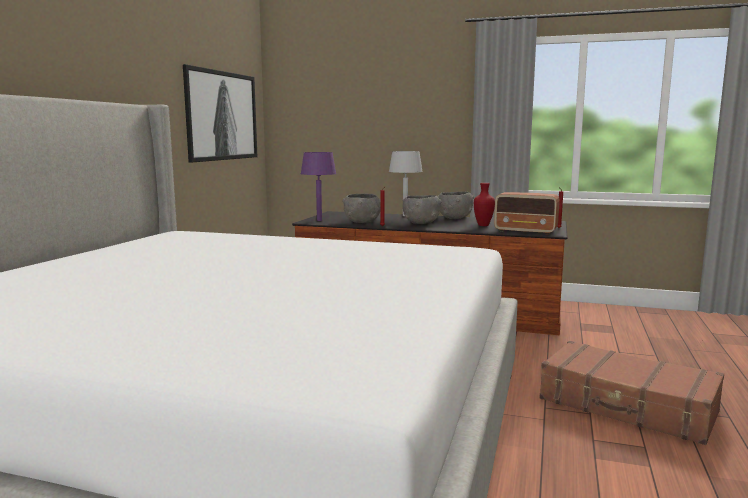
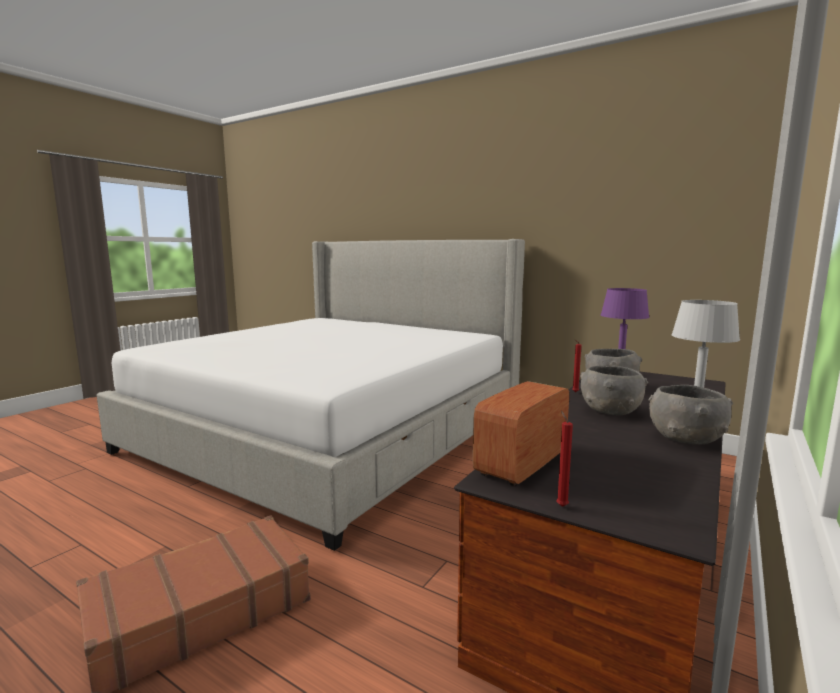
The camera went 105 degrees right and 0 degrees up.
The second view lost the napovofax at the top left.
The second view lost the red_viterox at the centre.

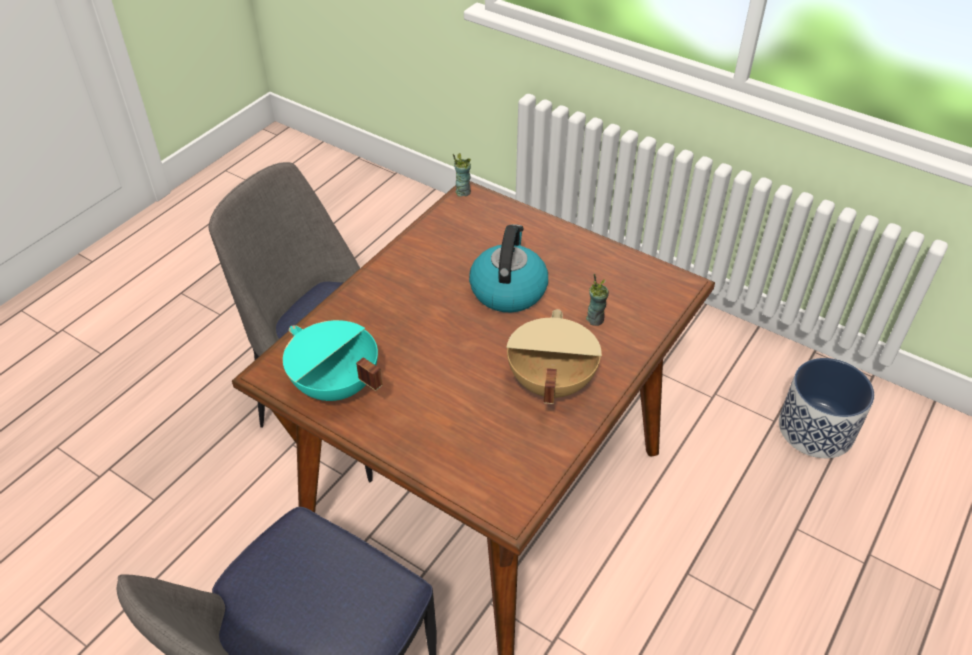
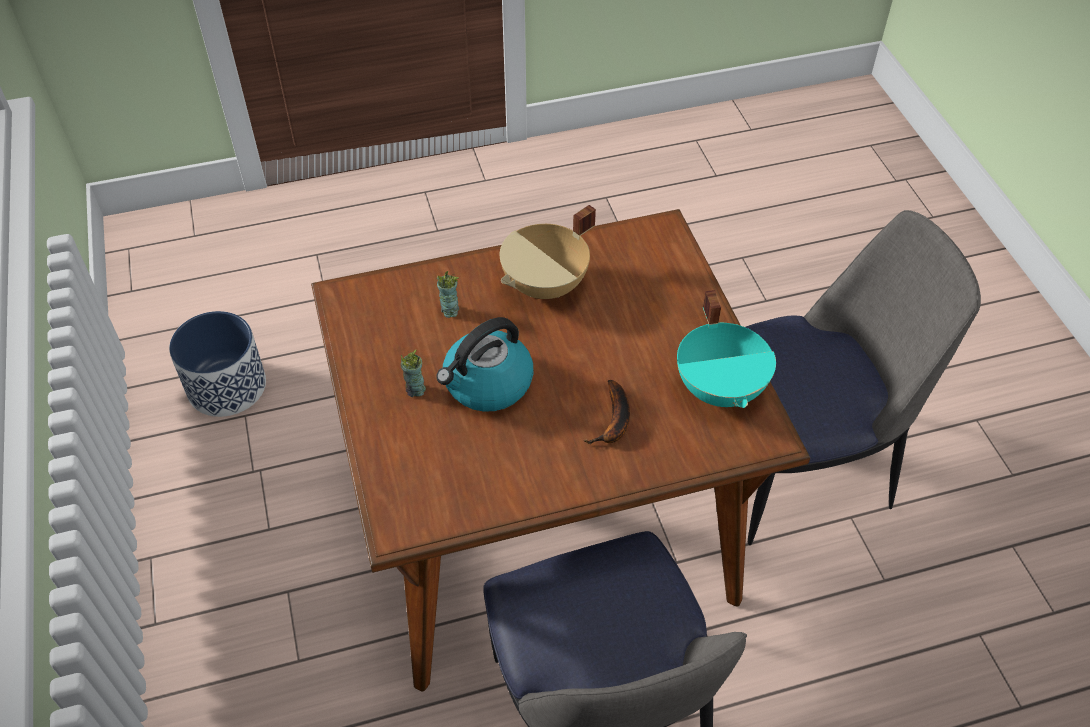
The camera went 140 degrees left and 5 degrees up.
The second view gained the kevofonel at the centre.
The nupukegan (1st from left) ended up elsewhere, having gone from the top centre to the centre.

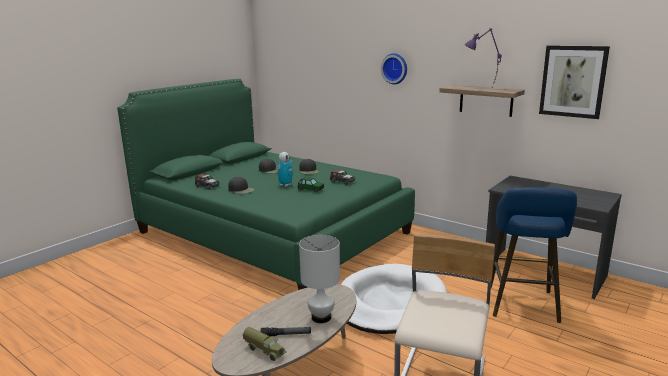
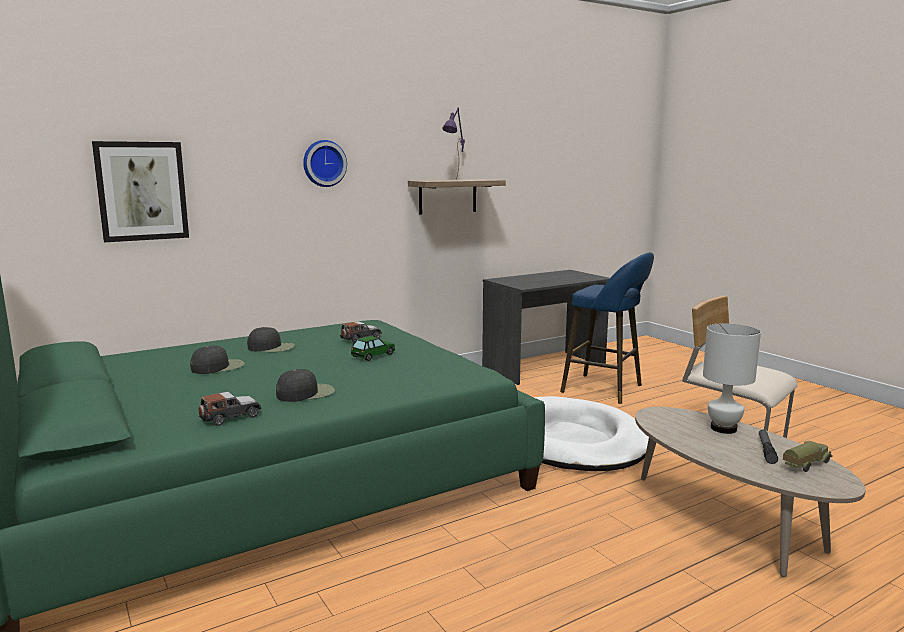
The camera went 70 degrees left and 5 degrees down.
The second view lost the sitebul at the centre.
The napovofax ended up elsewhere, having gone from the top right to the top left.

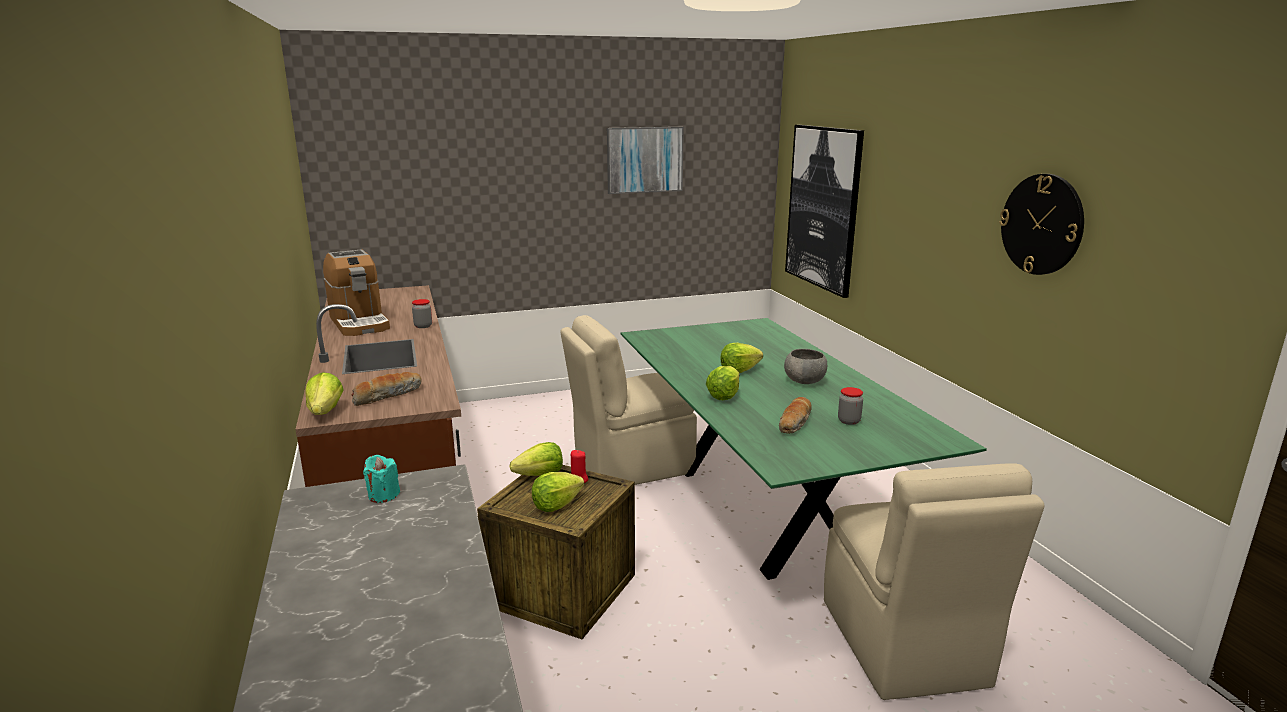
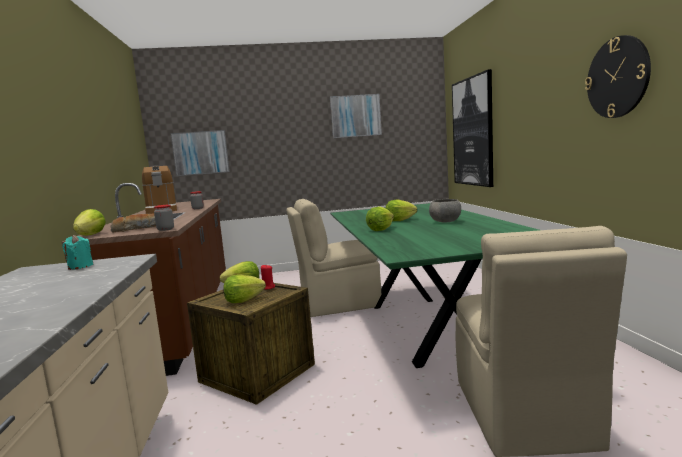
The camera went 10 degrees right and 10 degrees down.
The second view lost the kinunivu (2nd from left) at the centre.
The second view gained the napovofax (1st from left) at the middle left.
The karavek (2nd from left in the first image) ended up elsewhere, having gone from the centre to the middle left.

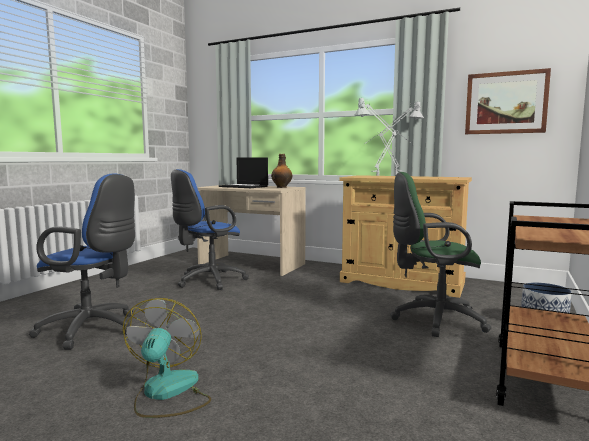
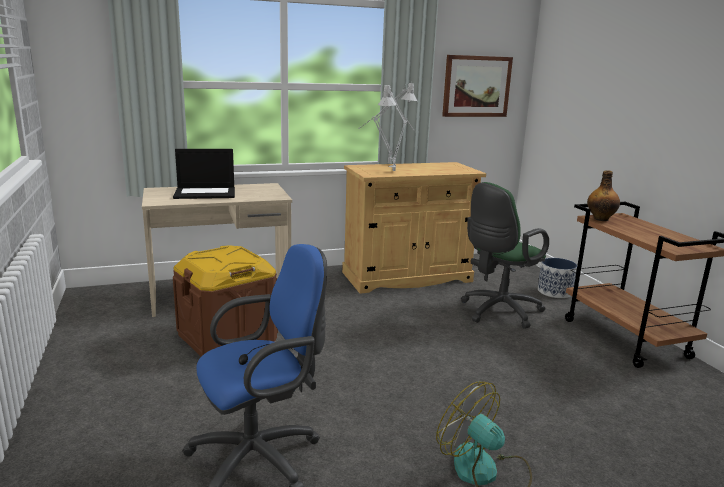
The camera went 45 degrees left and 10 degrees up.
The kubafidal ended up elsewhere, having gone from the centre to the middle right.
Where the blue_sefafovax (2nd from left) stood at the centre, the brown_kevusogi came to stand at the middle left.

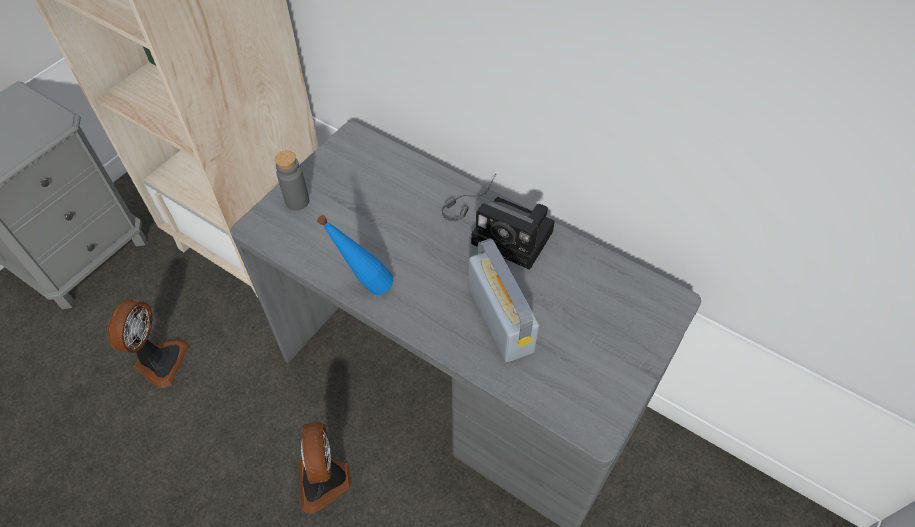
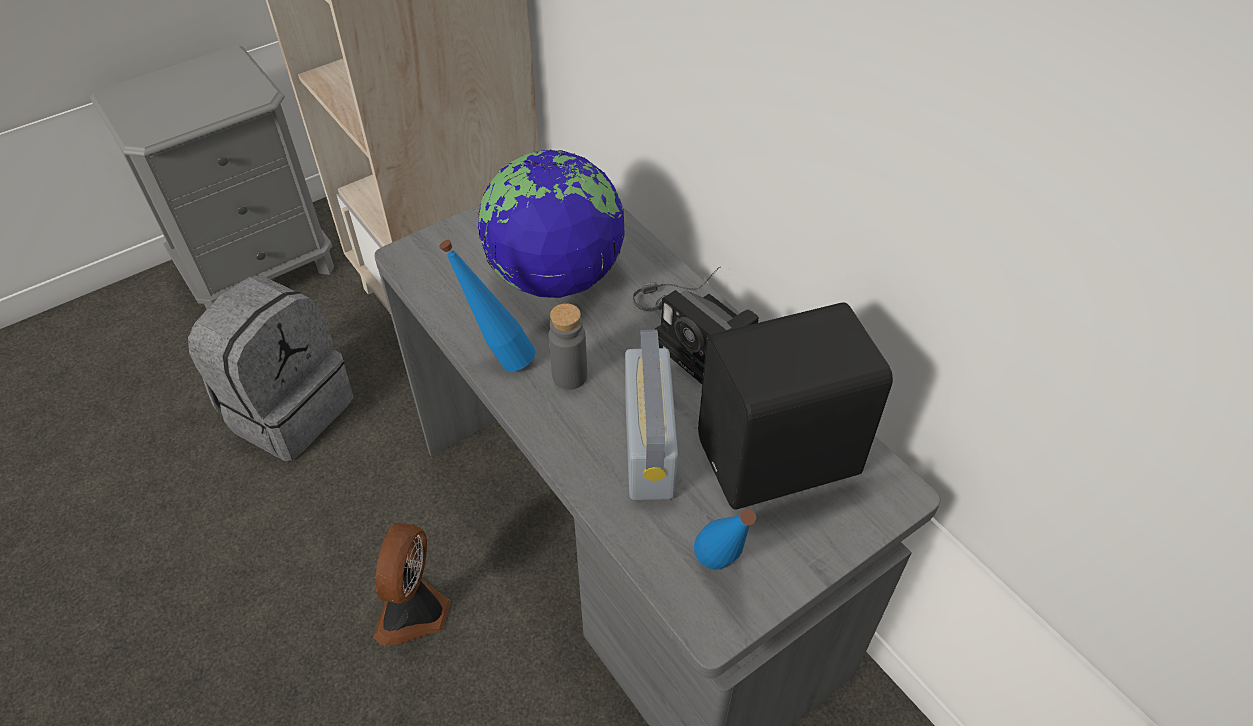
The camera went 20 degrees right and 5 degrees down.
The second view gained the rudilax at the top centre.
The second view gained the blue_kubafidal (2nd from left) at the bottom centre.
The second view gained the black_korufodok at the centre.
The grey_kubafidal ended up elsewhere, having gone from the middle left to the centre.
Where the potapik (1st from left) stood at the middle left, the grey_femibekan came to stand at the middle left.

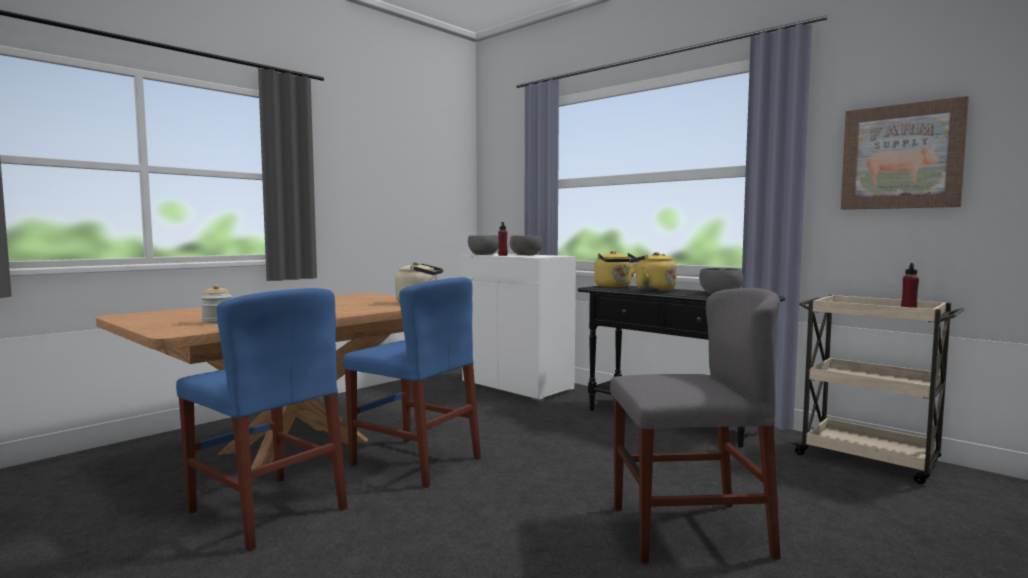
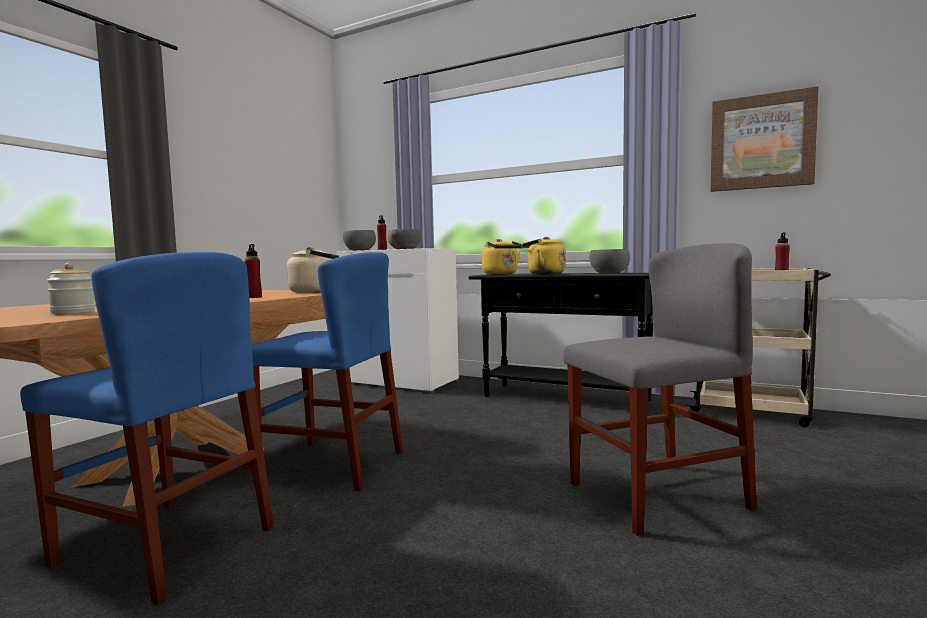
The camera went 15 degrees left and 0 degrees up.
The second view gained the red_kubafidal (1st from left) at the middle left.

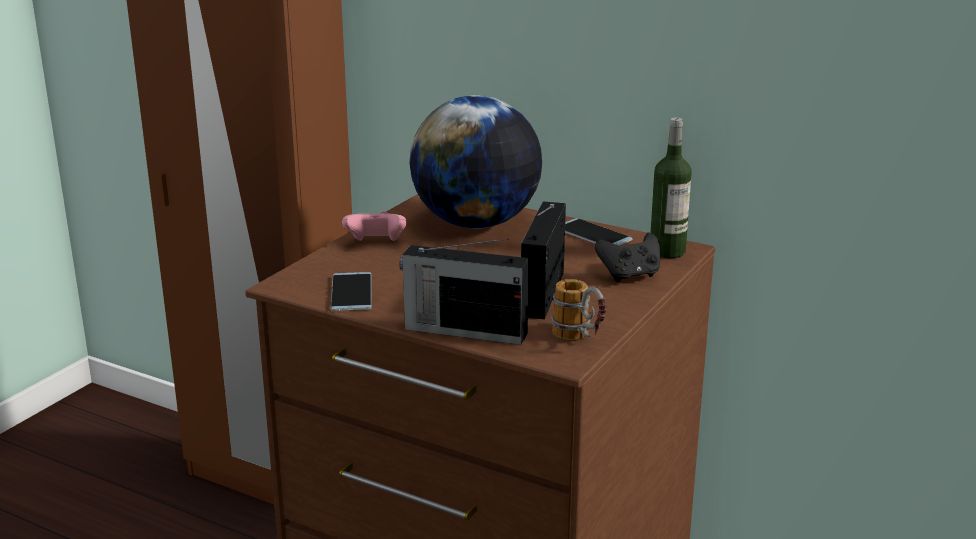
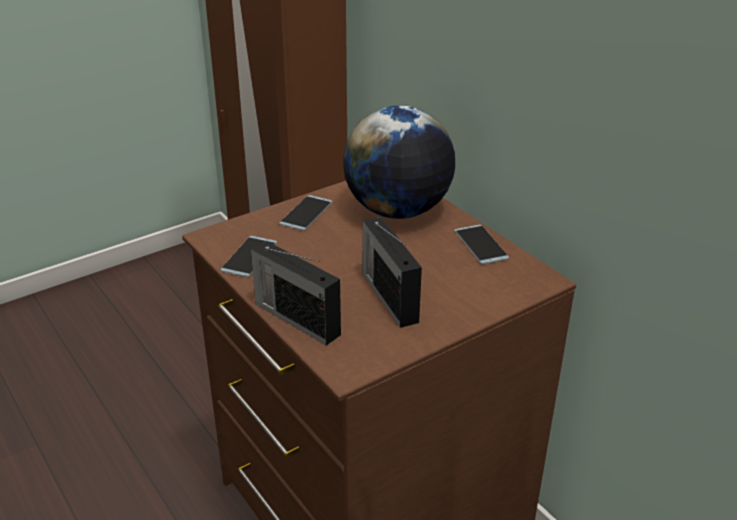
The camera went 25 degrees right and 10 degrees up.
The second view lost the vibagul at the centre.
The second view lost the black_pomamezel at the centre.
The second view lost the kubafidal at the middle right.
Where the pink_pomamezel stood at the centre, the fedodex (2nd from left) came to stand at the centre.
The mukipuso (2nd from left) at the centre ended up facing another way, 60 degrees counterclockwise from before.

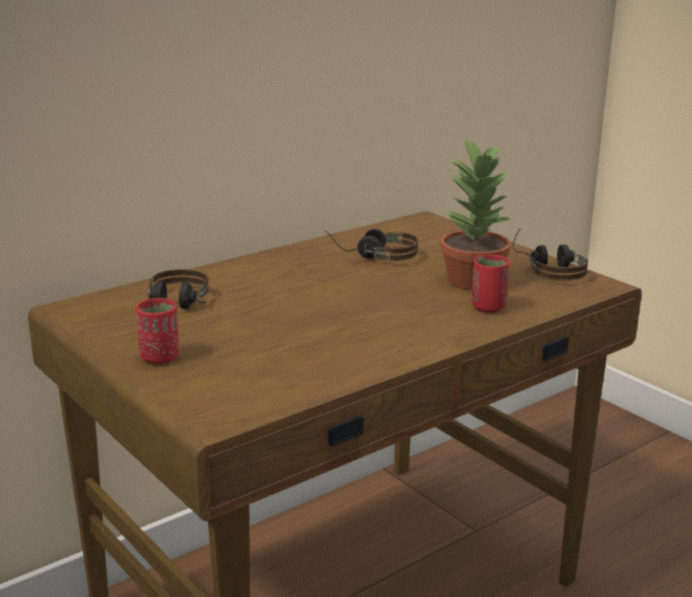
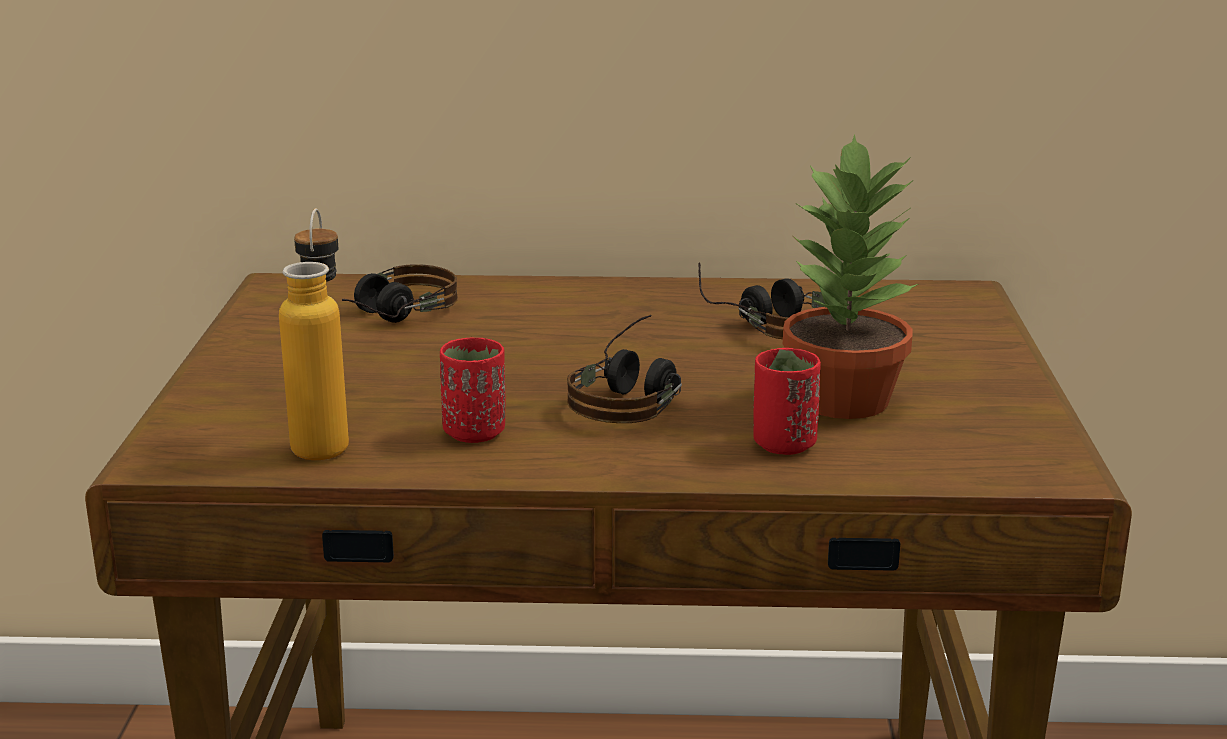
The camera went 40 degrees right and 0 degrees up.
The second view gained the kubafidal at the middle left.
The red_nupukegan (1st from left) ended up elsewhere, having gone from the middle left to the centre.
The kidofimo (3rd from left in the first image) ended up elsewhere, having gone from the middle right to the centre.

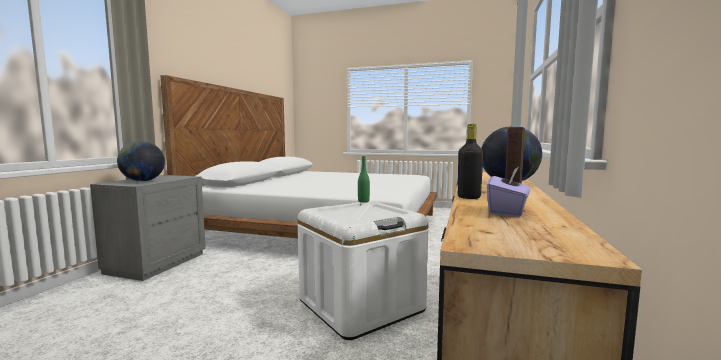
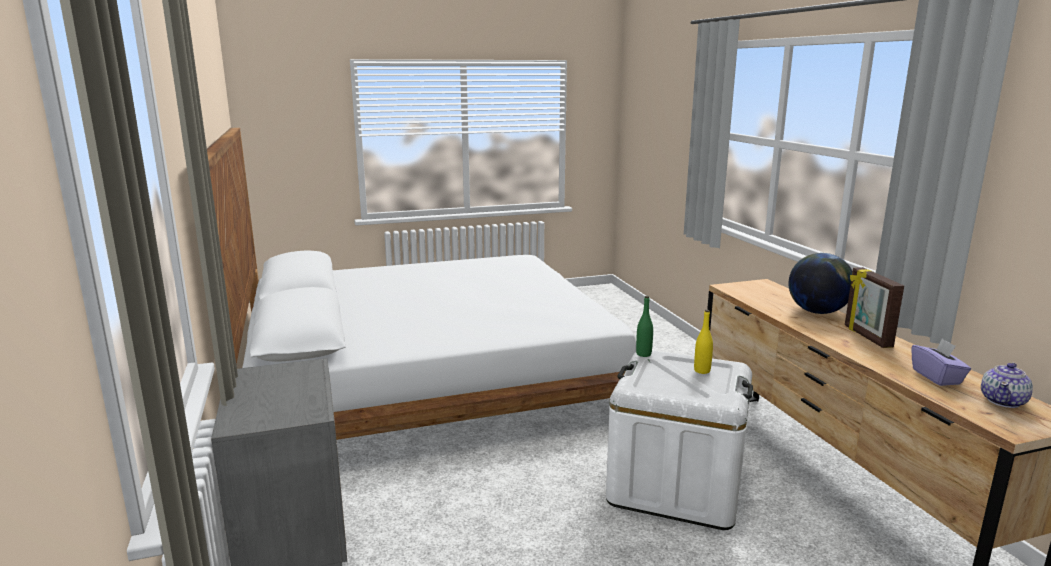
The camera went 35 degrees left and 10 degrees up.
The second view lost the rudilax (1st from left) at the middle left.
The second view lost the black_kubafidal at the centre.
The second view gained the yellow_kubafidal at the middle right.
The second view gained the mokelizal at the bottom right.

